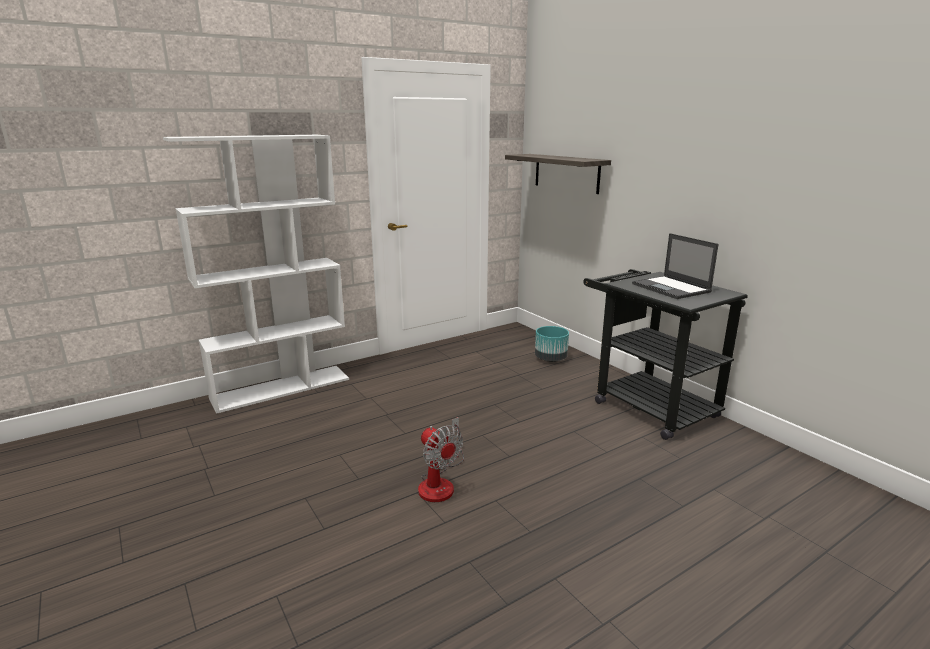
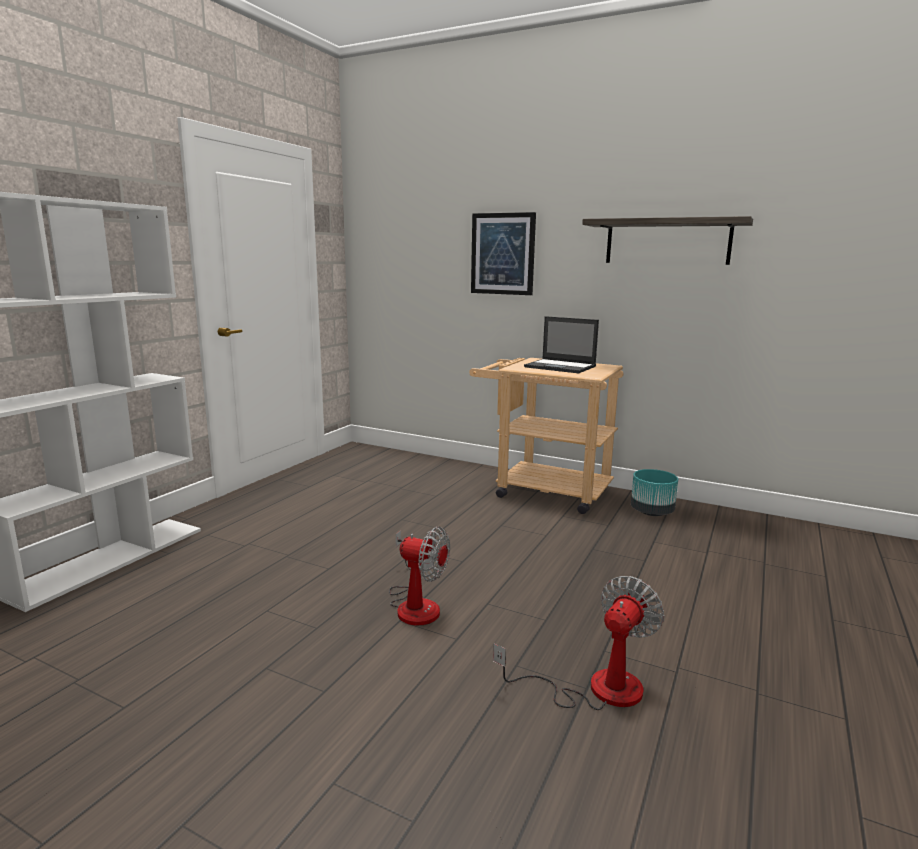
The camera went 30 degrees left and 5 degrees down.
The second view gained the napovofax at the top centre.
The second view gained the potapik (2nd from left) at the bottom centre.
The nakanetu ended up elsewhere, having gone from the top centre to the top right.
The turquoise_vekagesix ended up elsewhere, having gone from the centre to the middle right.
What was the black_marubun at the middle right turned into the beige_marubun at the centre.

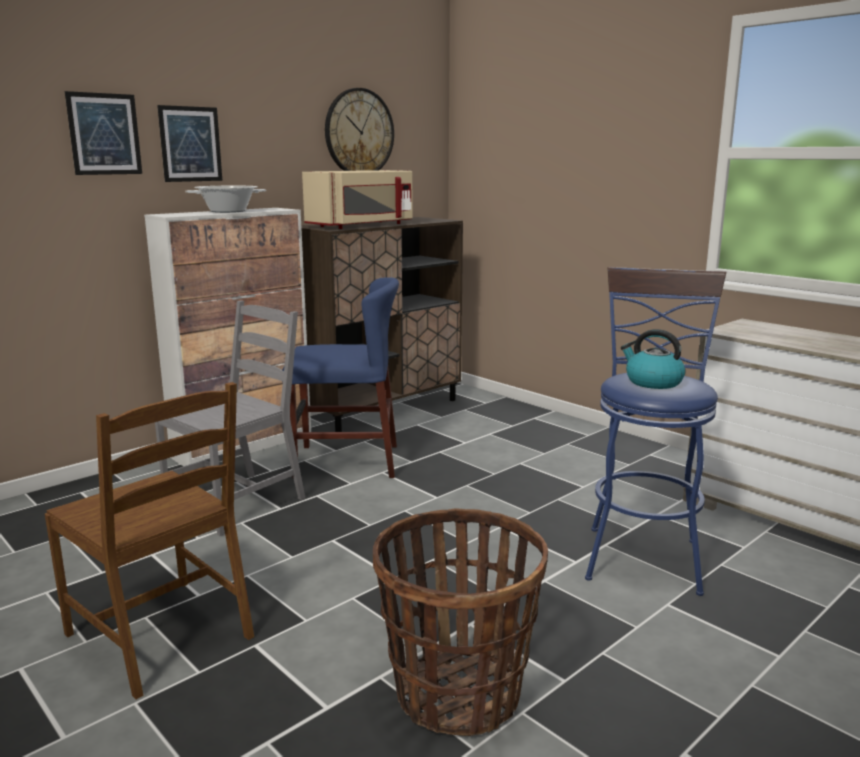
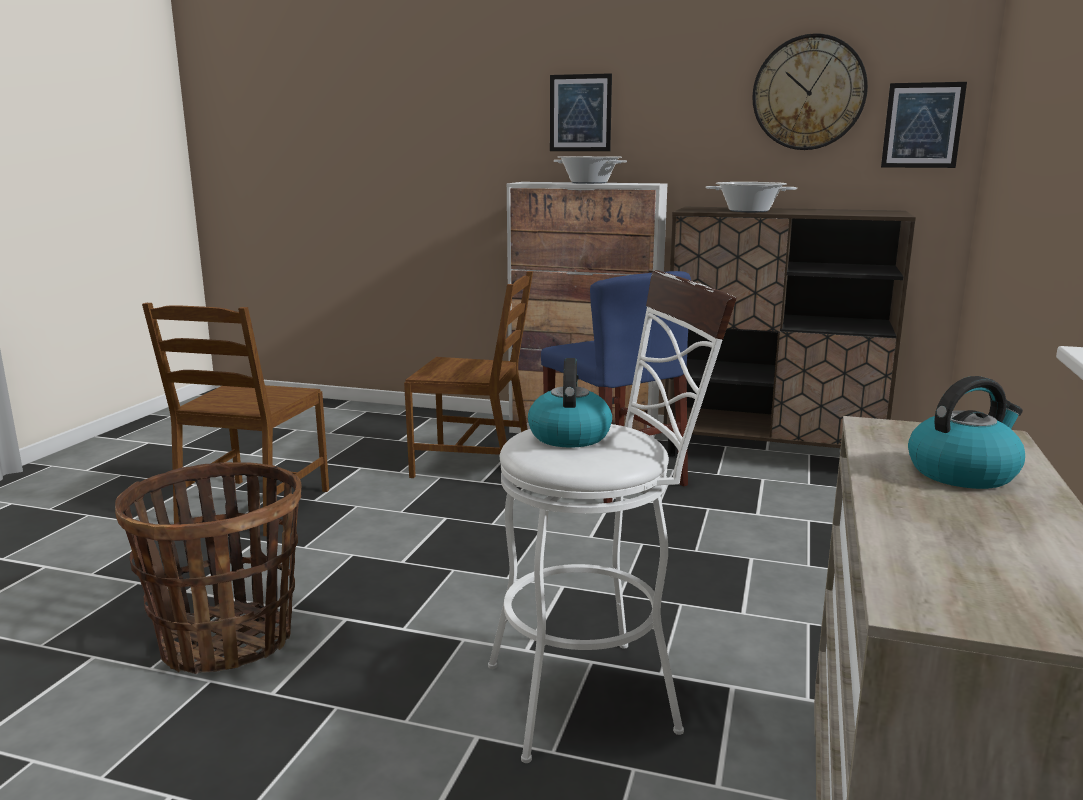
The camera went 60 degrees right and 0 degrees up.
The second view gained the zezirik (2nd from left) at the middle right.
The napovofax (1st from left in the first image) ended up elsewhere, having gone from the top left to the top right.
Where the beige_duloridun stood at the top centre, the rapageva (2nd from left) came to stand at the top right.
What was the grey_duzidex at the middle left turned into the brown_duzidex (2nd from left) at the centre.
What was the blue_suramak at the middle right turned into the white_suramak at the centre.

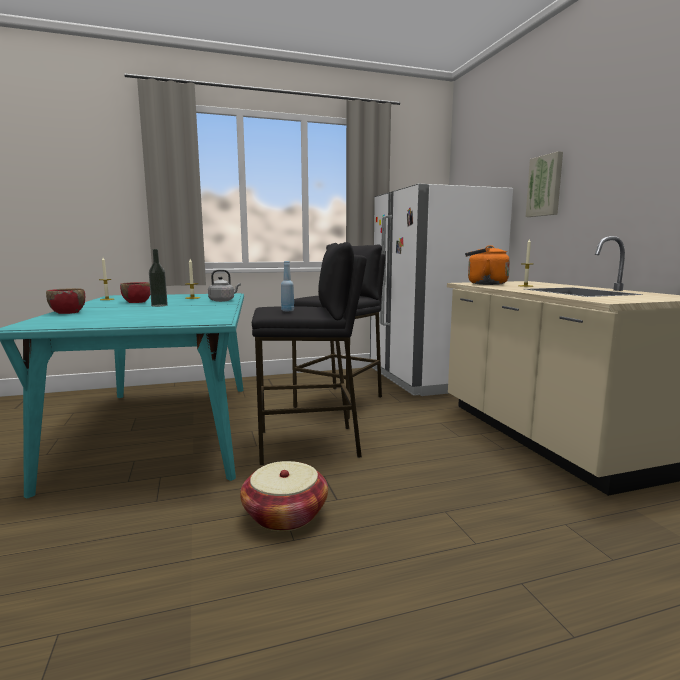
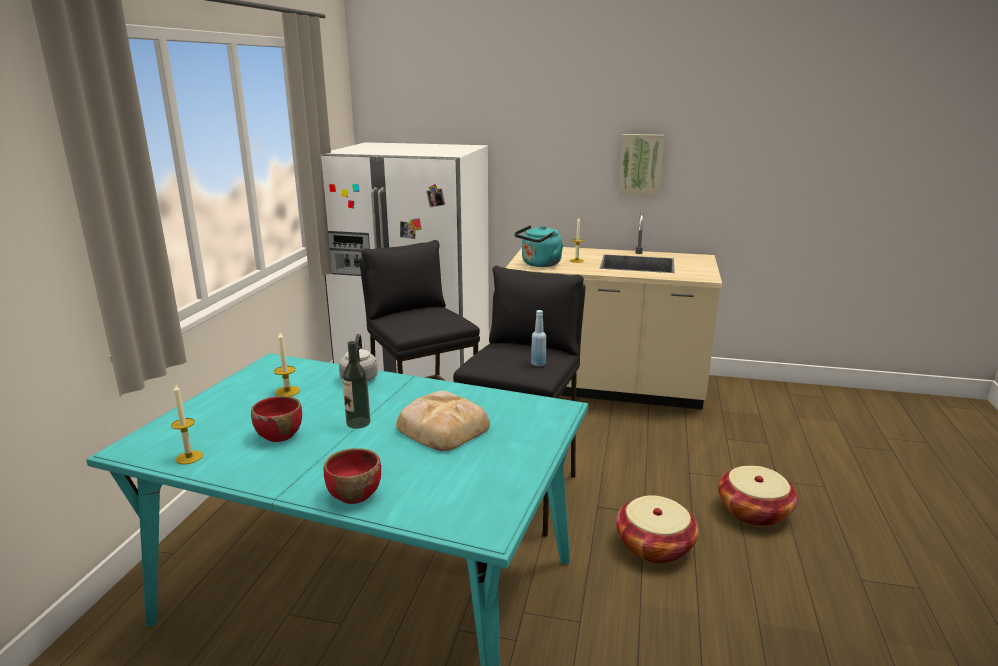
The camera went 60 degrees left and 10 degrees up.
The second view gained the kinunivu at the centre.
The second view gained the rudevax (2nd from left) at the bottom right.
The napovofax ended up elsewhere, having gone from the top right to the top centre.
What was the orange_zezirik at the middle right turned into the turquoise_zezirik at the centre.

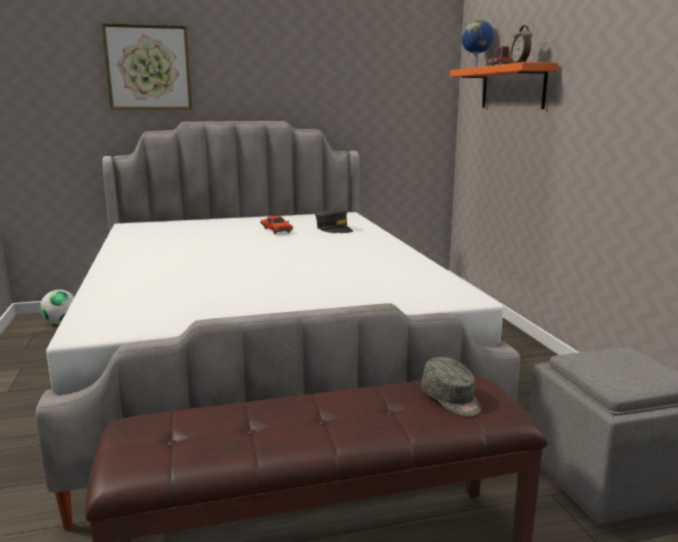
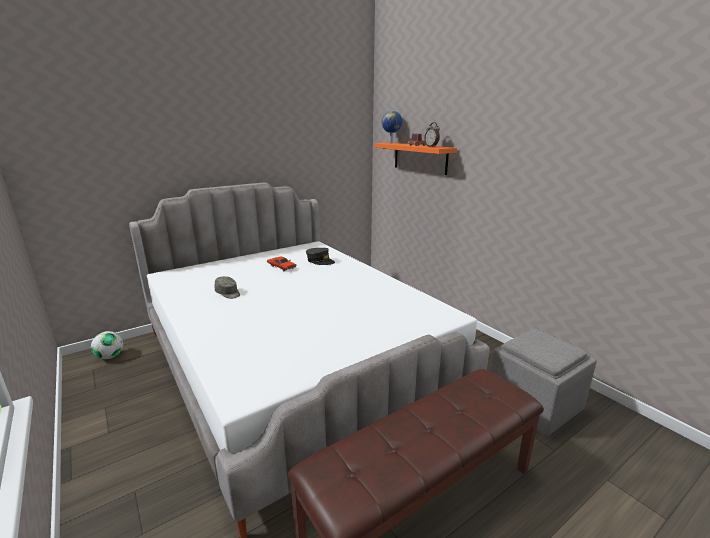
The camera went 20 degrees left and 5 degrees up.
The second view lost the napovofax at the top left.
The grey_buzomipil (2nd from left in the first image) ended up elsewhere, having gone from the bottom centre to the middle left.

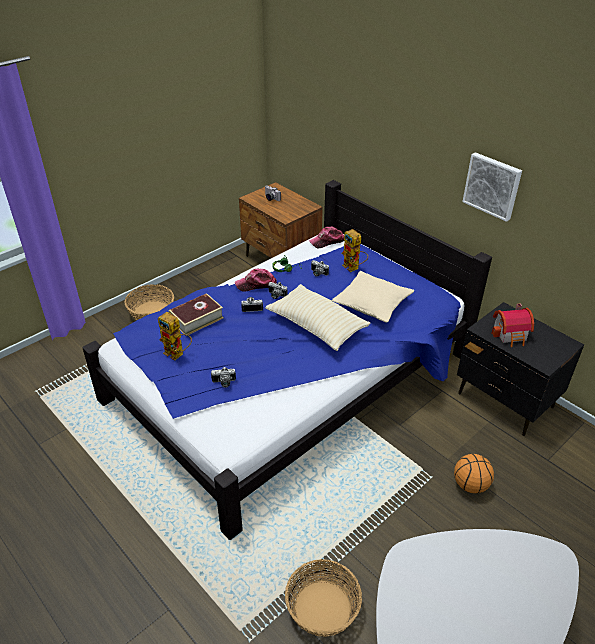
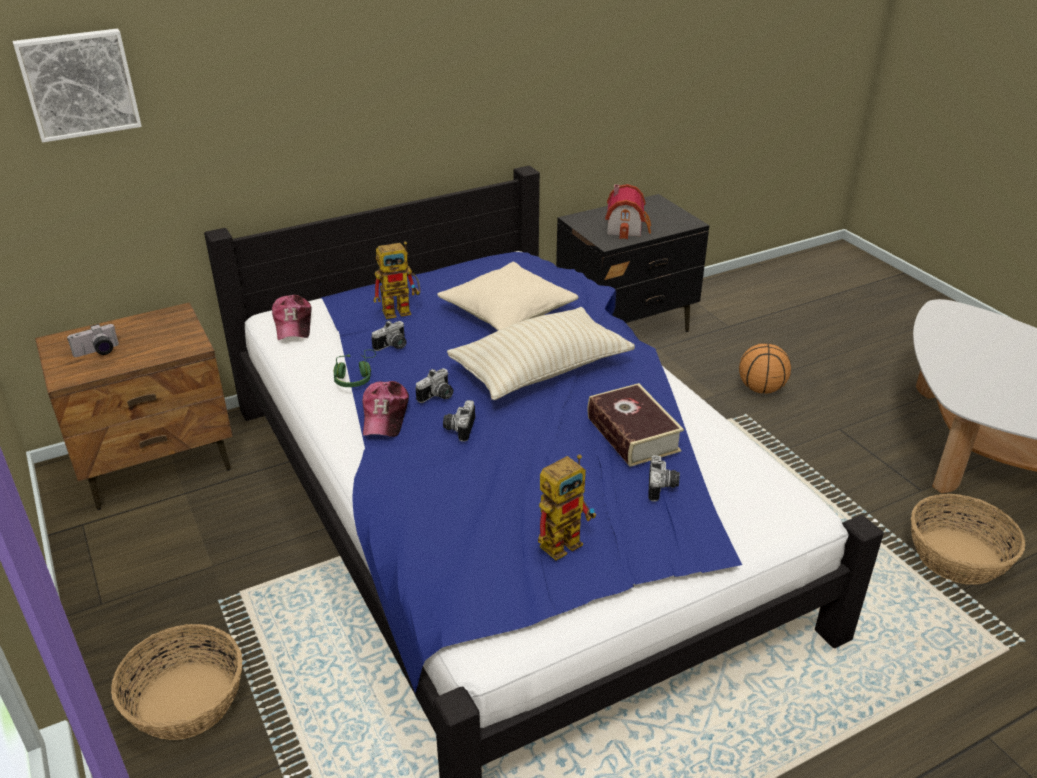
The camera went 75 degrees left and 5 degrees down.
The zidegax ended up elsewhere, having gone from the middle left to the centre.
The napovofax ended up elsewhere, having gone from the top right to the top left.

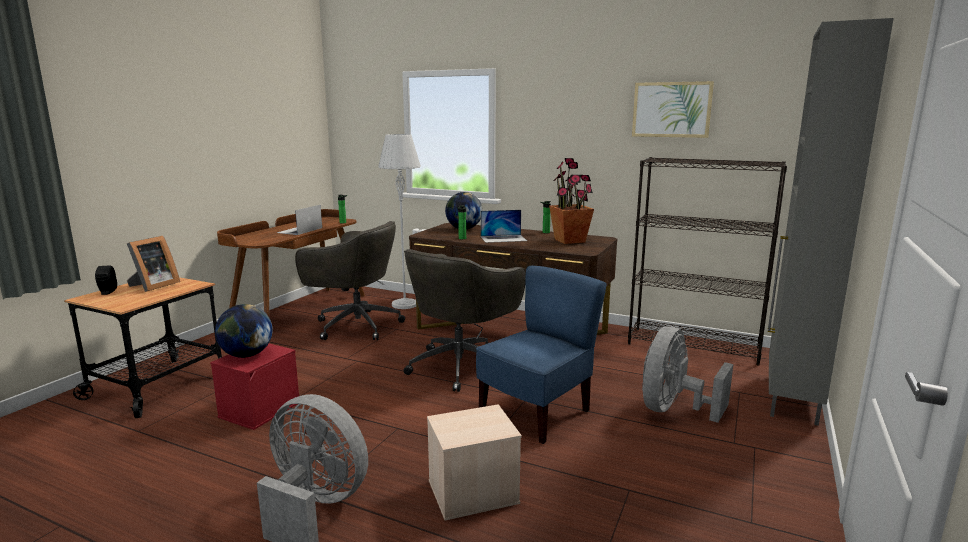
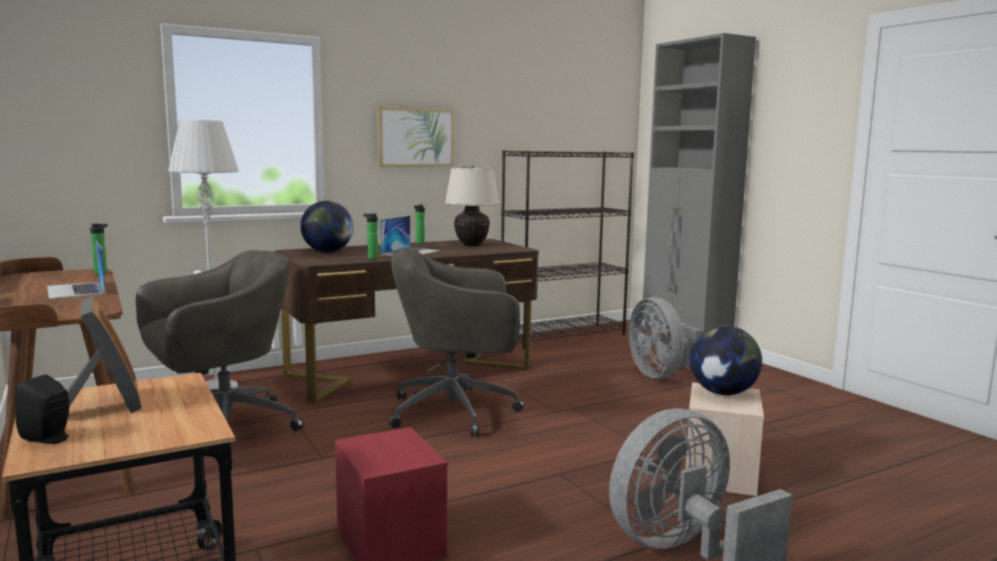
The camera went 55 degrees left and 5 degrees down.
The second view lost the blue_duzidex at the centre.
The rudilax (1st from left in the first image) ended up elsewhere, having gone from the middle left to the middle right.
The napovofax ended up elsewhere, having gone from the top right to the top centre.
Where the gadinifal stood at the centre, the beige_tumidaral came to stand at the centre.
The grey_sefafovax (2nd from left) at the centre ended up facing another way, 105 degrees clockwise from before.

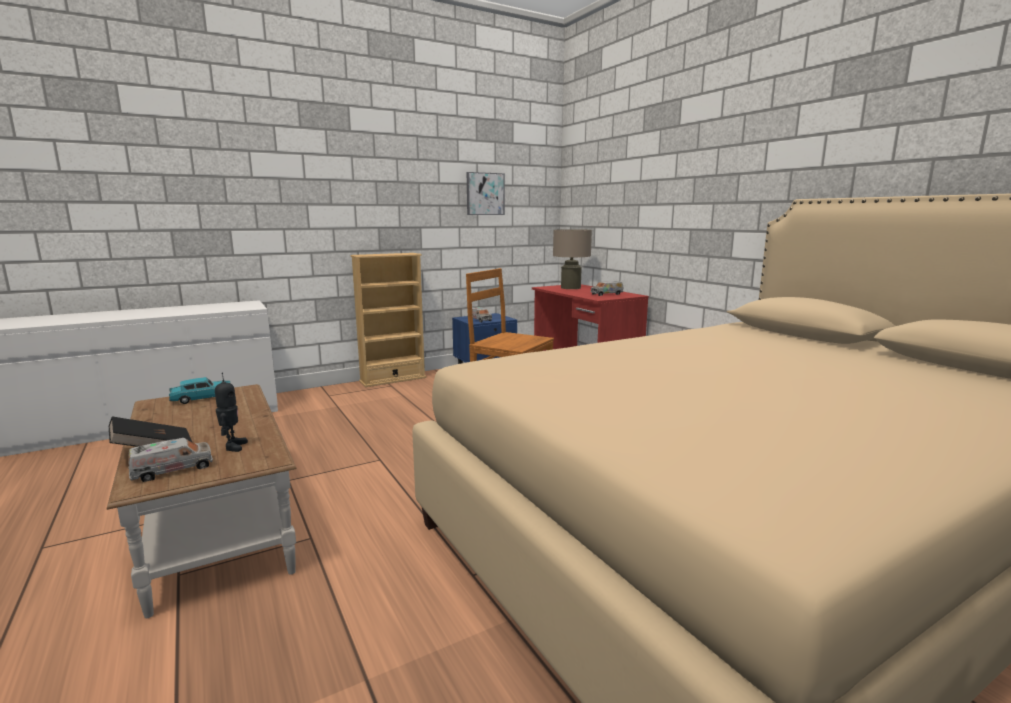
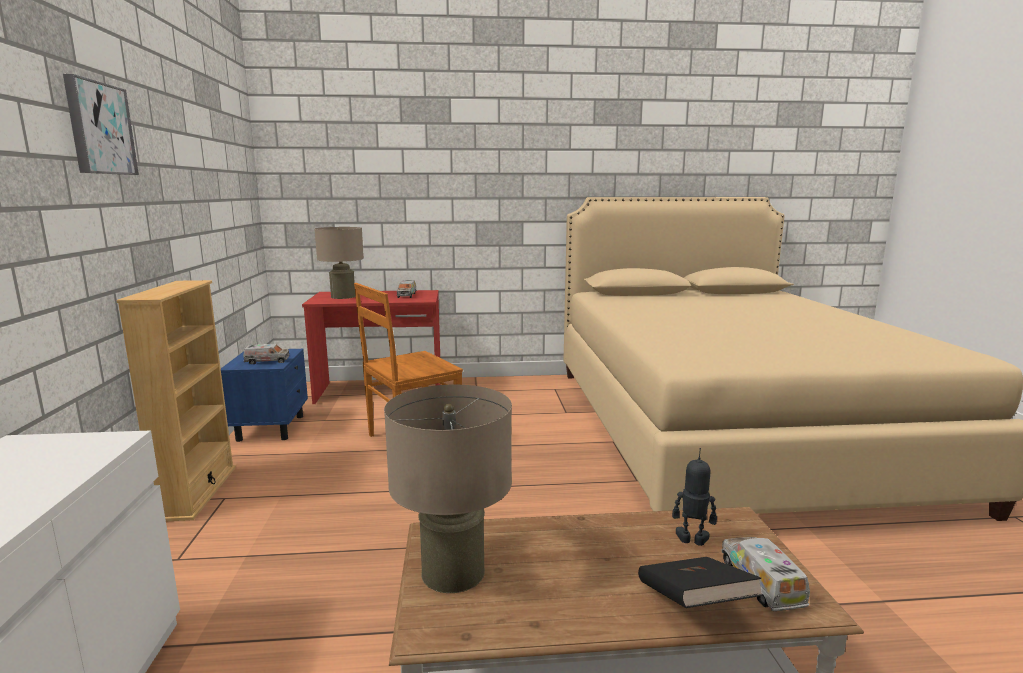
The camera went 65 degrees left and 0 degrees up.
The napovofax ended up elsewhere, having gone from the top centre to the top left.
Where the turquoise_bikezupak stood at the middle left, the beige_tumidaral (2nd from left) came to stand at the bottom centre.

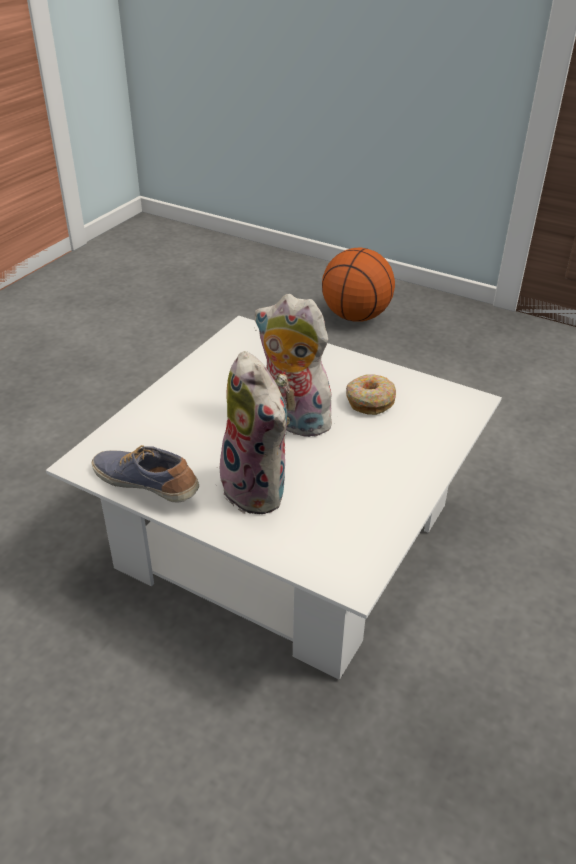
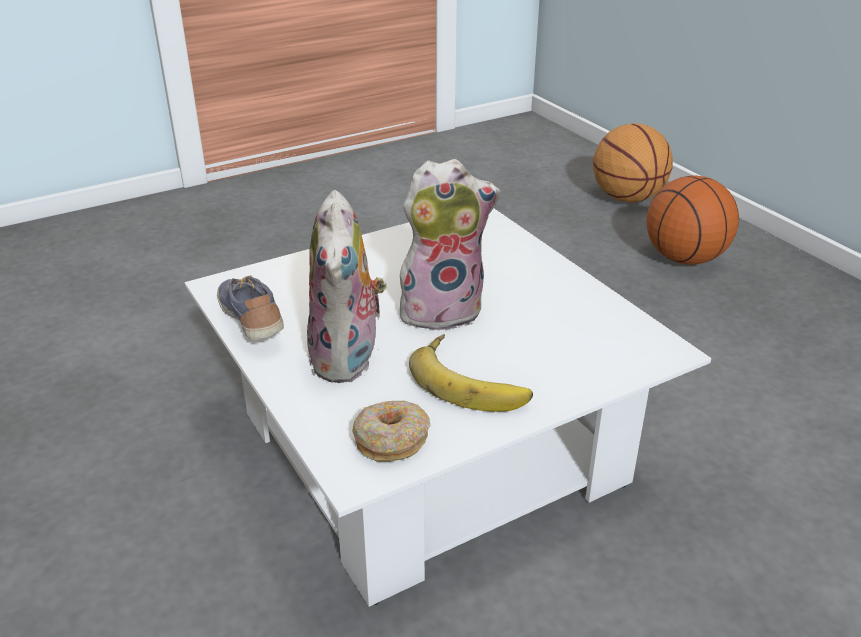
The camera went 30 degrees right and 5 degrees down.
The second view gained the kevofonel at the centre.
The second view gained the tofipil (1st from left) at the top right.
The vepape ended up elsewhere, having gone from the centre to the bottom centre.
The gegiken (2nd from left) at the centre ended up facing another way, 105 degrees clockwise from before.

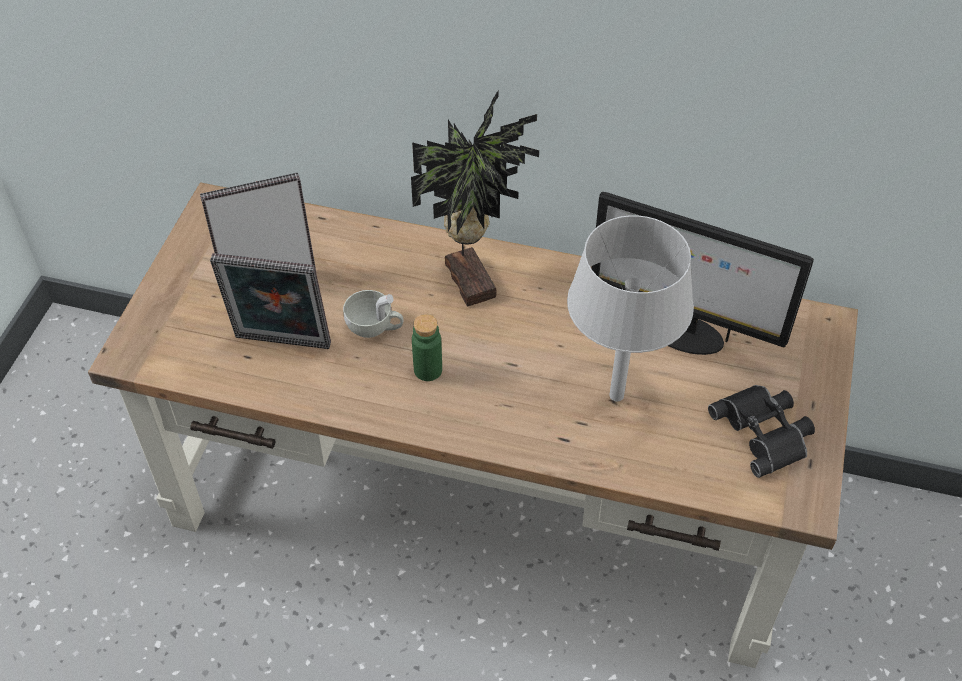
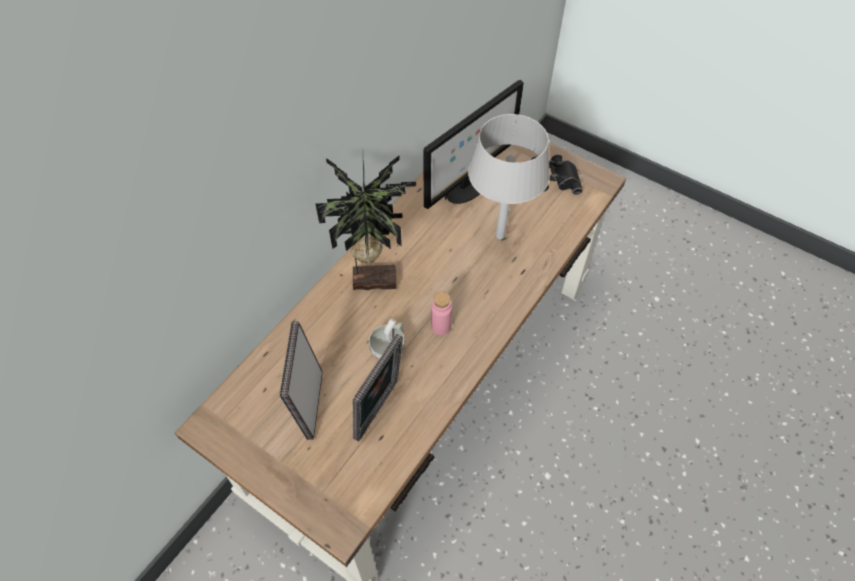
The camera went 70 degrees left and 5 degrees up.
What was the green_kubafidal at the centre turned into the pink_kubafidal at the centre.

